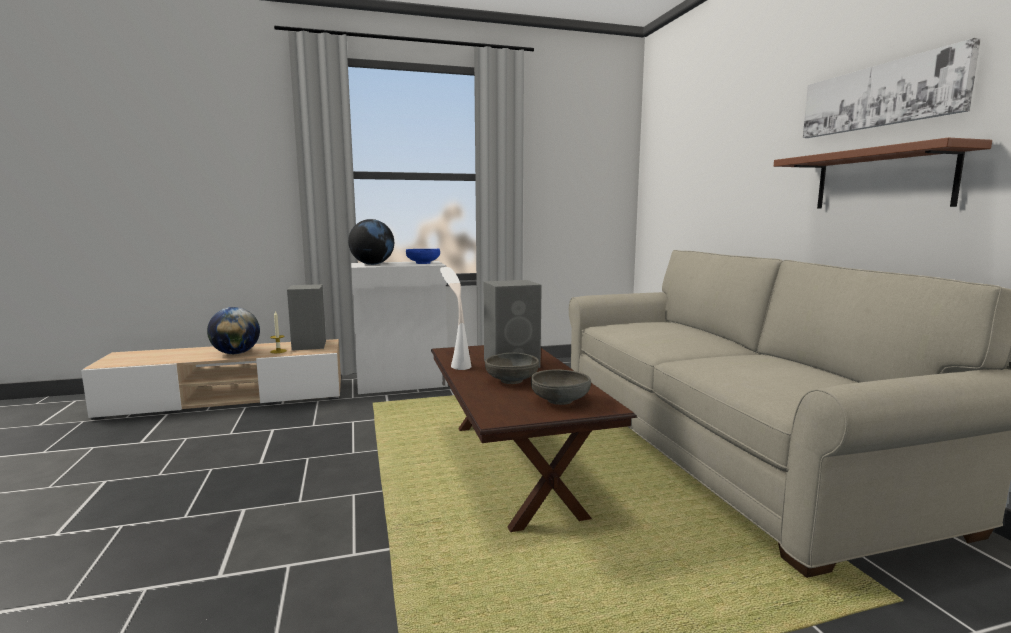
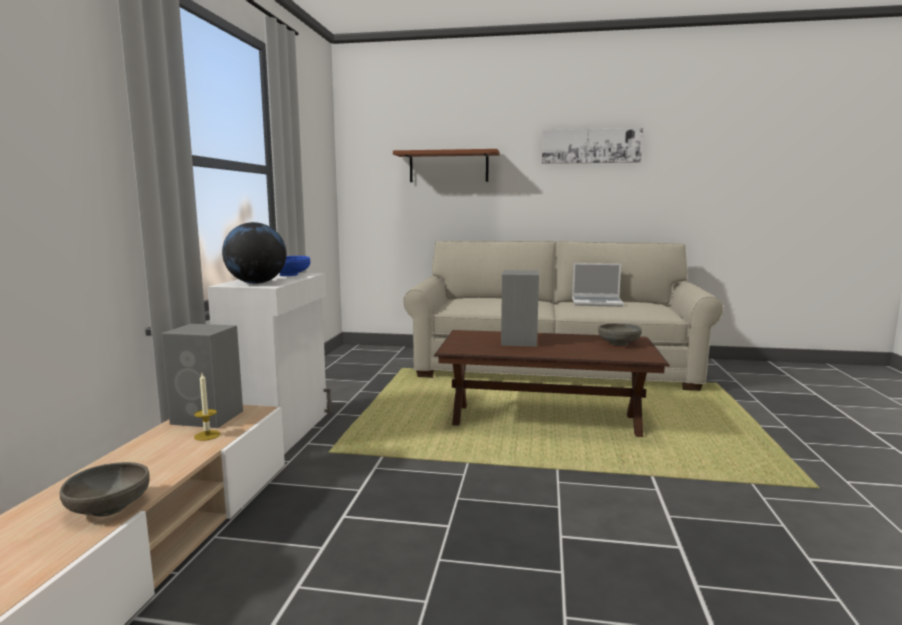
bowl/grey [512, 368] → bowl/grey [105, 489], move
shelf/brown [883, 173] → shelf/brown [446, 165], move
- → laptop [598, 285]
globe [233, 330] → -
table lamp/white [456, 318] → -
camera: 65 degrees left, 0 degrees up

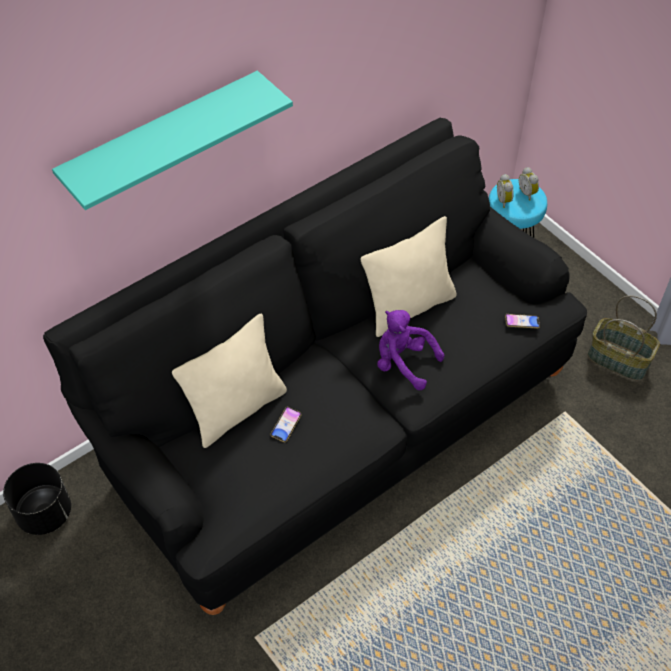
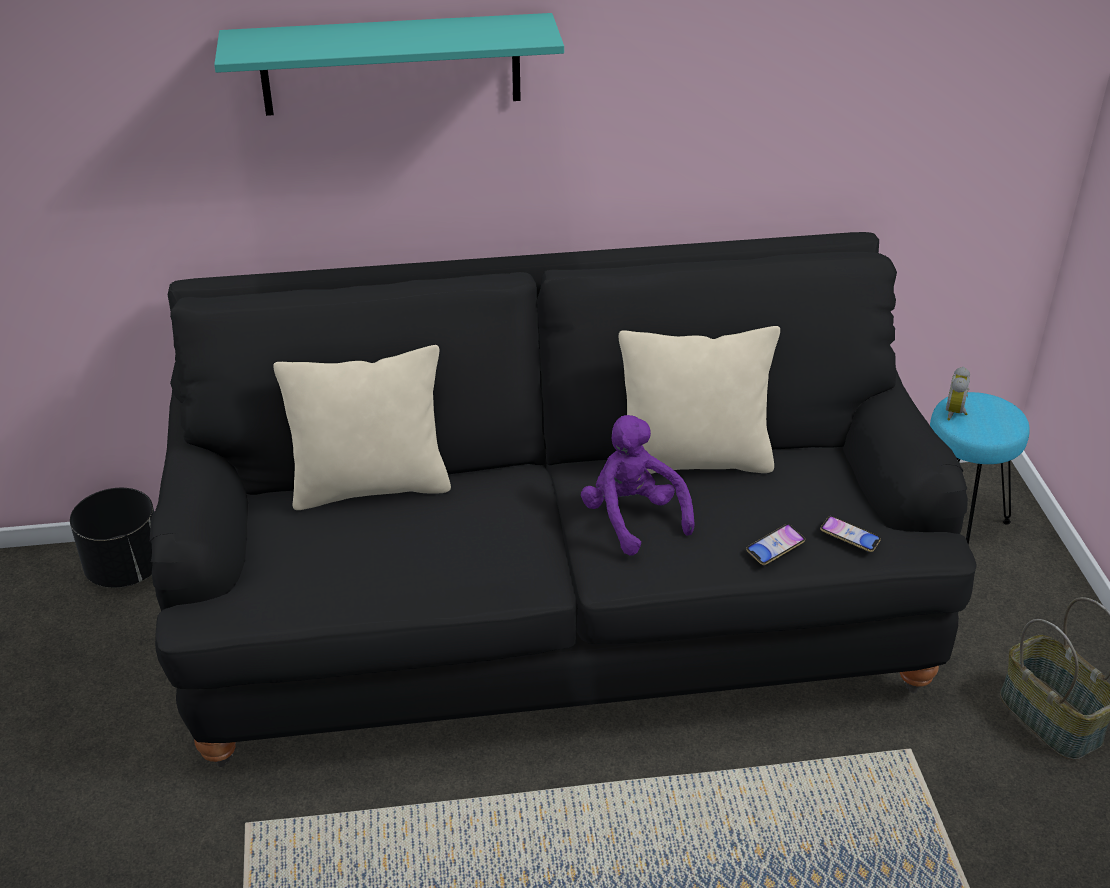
phone [286, 424] → phone [775, 544], move
alarm clock [529, 184] → -
camera: 30 degrees right, 15 degrees down

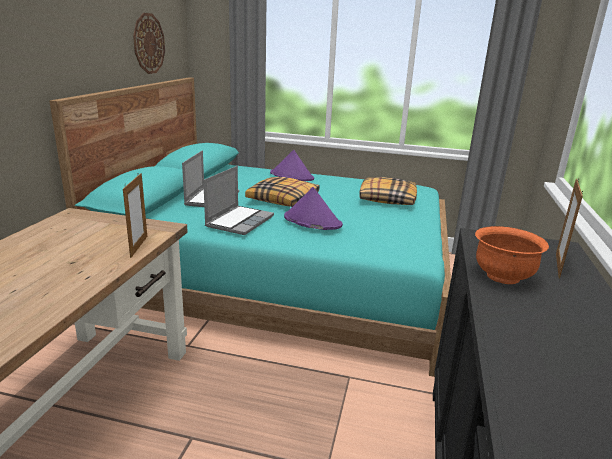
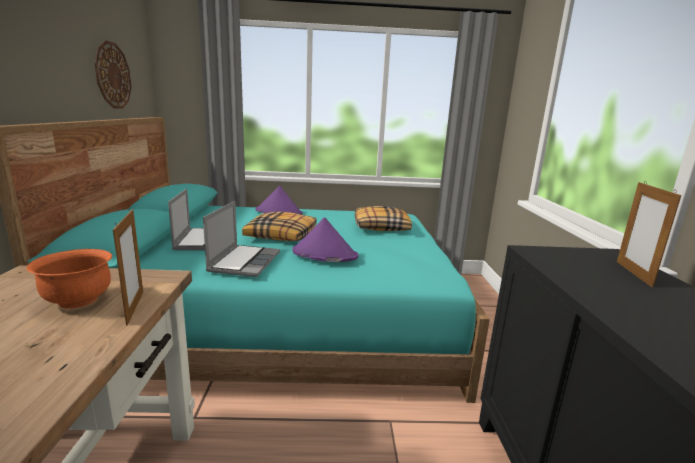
bowl/orange [512, 255] → bowl/orange [69, 279], move
camera: 15 degrees left, 5 degrees down

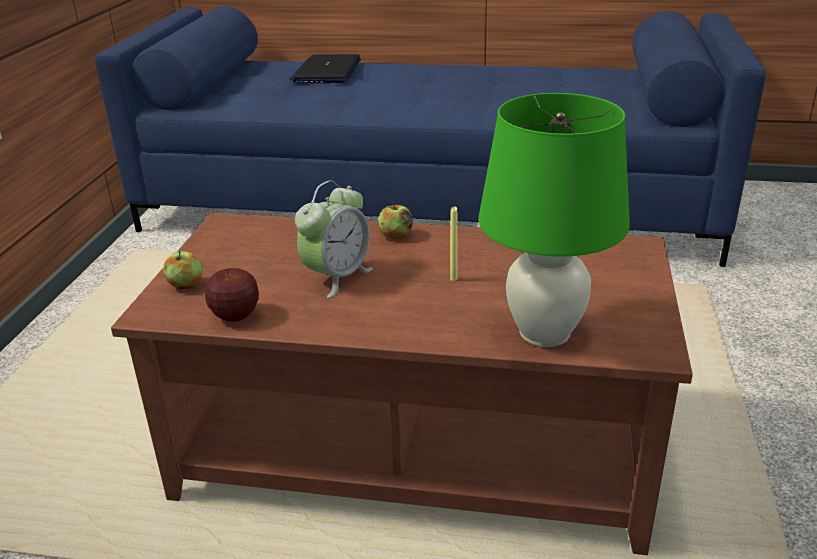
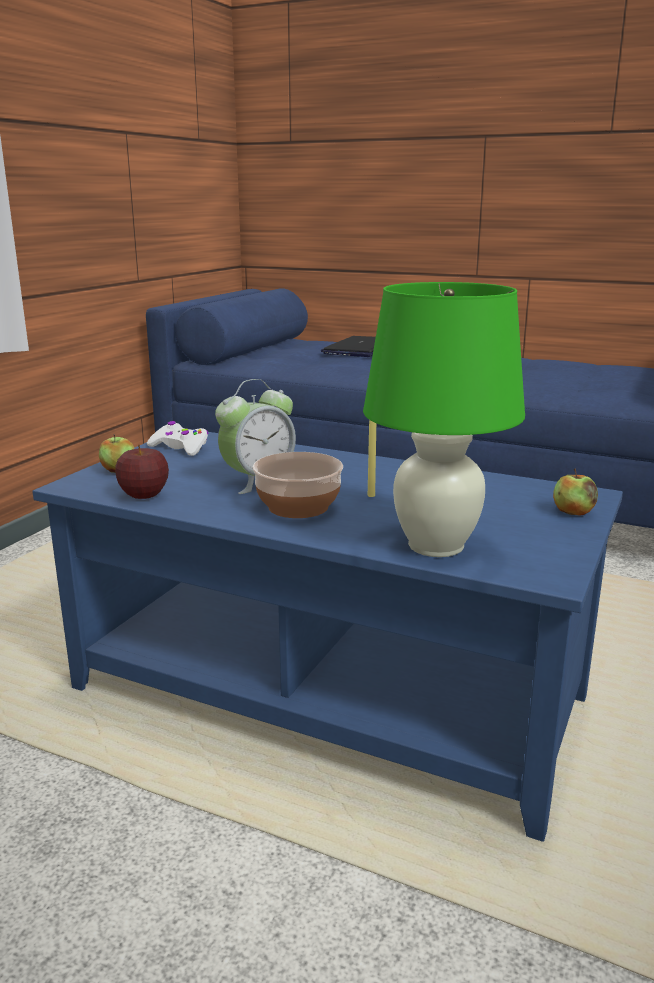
coffee table/brown [402, 384] → coffee table/blue [327, 635]
- → game controller/white [178, 438]
- → bowl [297, 485]
apple [395, 220] → apple [575, 492], move
camera: 15 degrees right, 10 degrees down

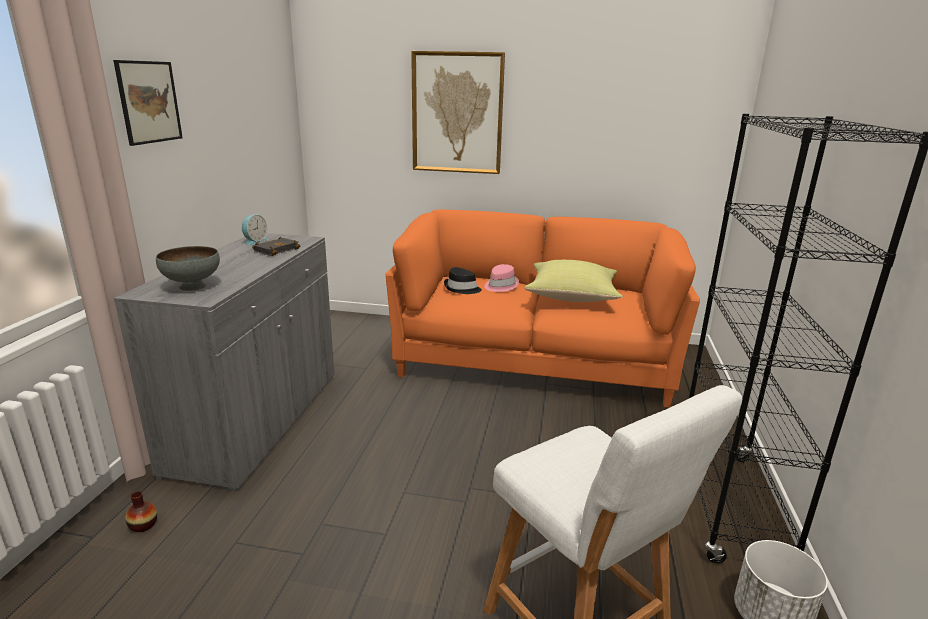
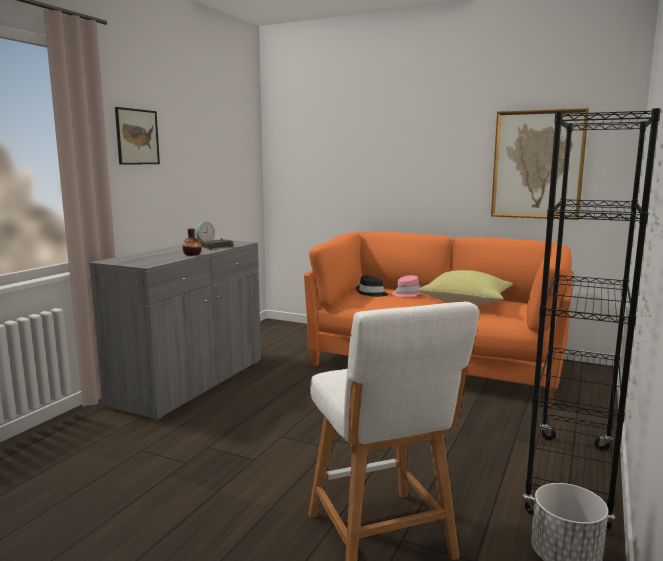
vase [141, 511] → vase [192, 242], move
picture [458, 112] → picture [540, 164], move
bowl/grey [188, 268] → -
camera: 15 degrees right, 10 degrees down

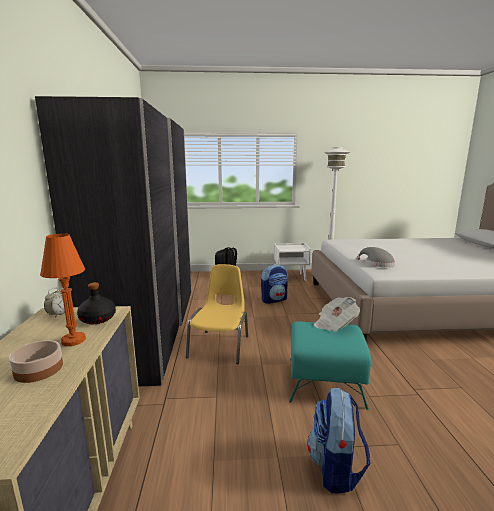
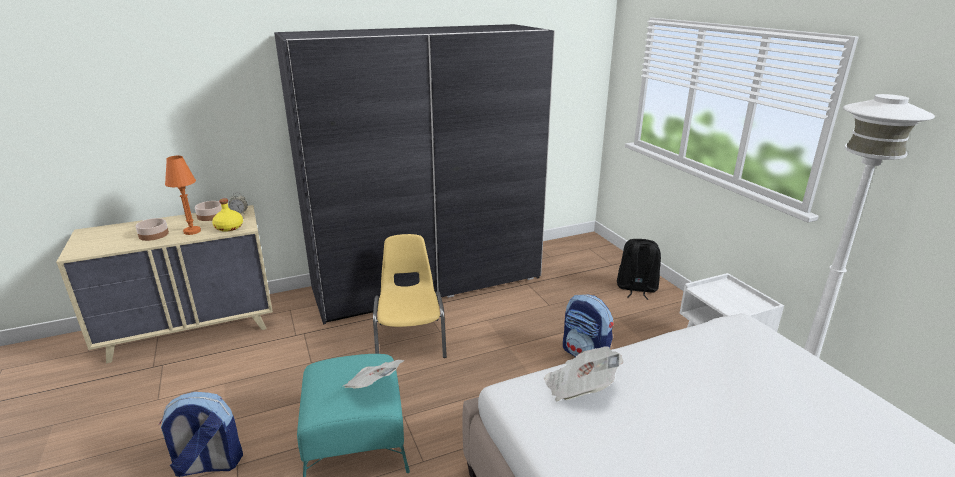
- → bowl [208, 211]
bottle/black [96, 303] → bottle/yellow [227, 215]
chair/yellow [217, 314] → chair/yellow [410, 296], 90 degrees counterclockwise
hat/grey [376, 257] → newspaper [583, 374]
camera: 70 degrees right, 10 degrees up

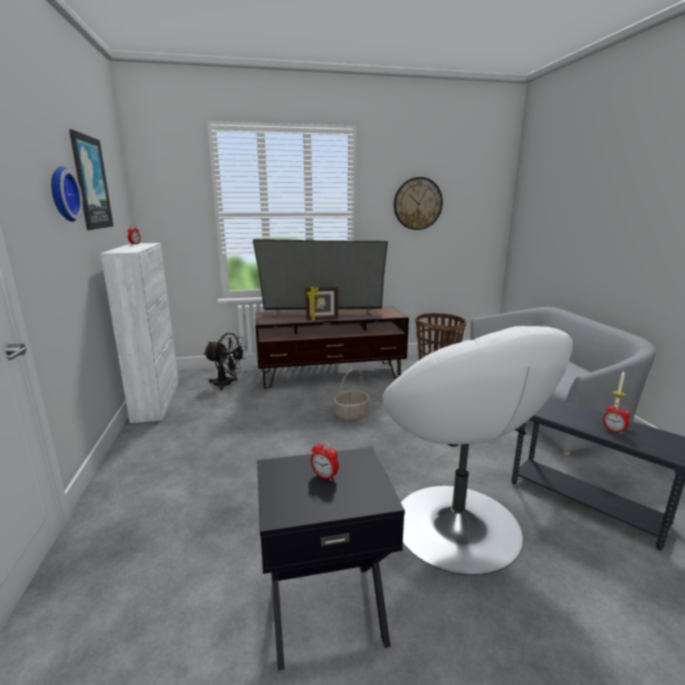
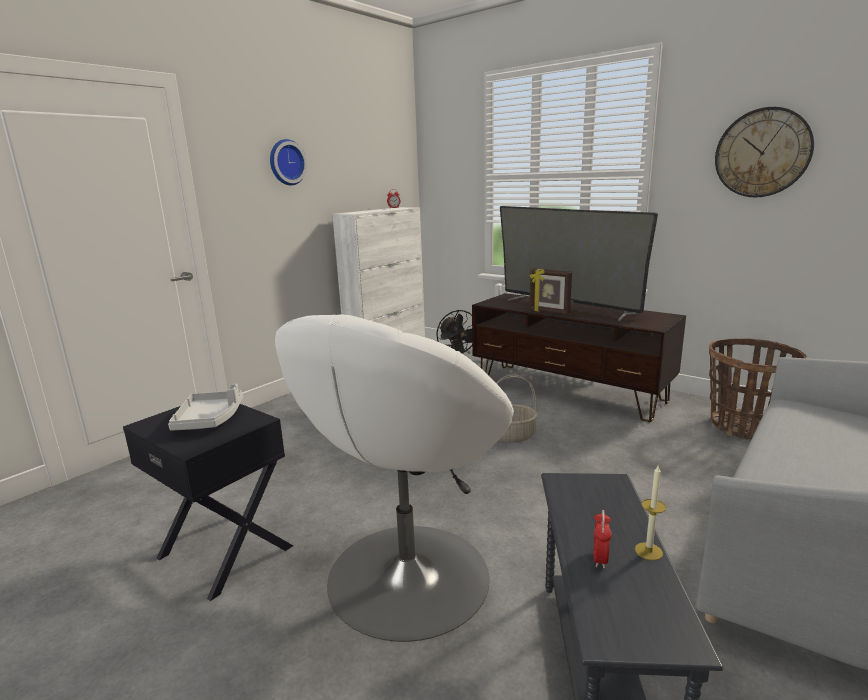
alarm clock [325, 461] → tray/grey [205, 407]
picture [91, 179] → -
camera: 50 degrees right, 0 degrees up

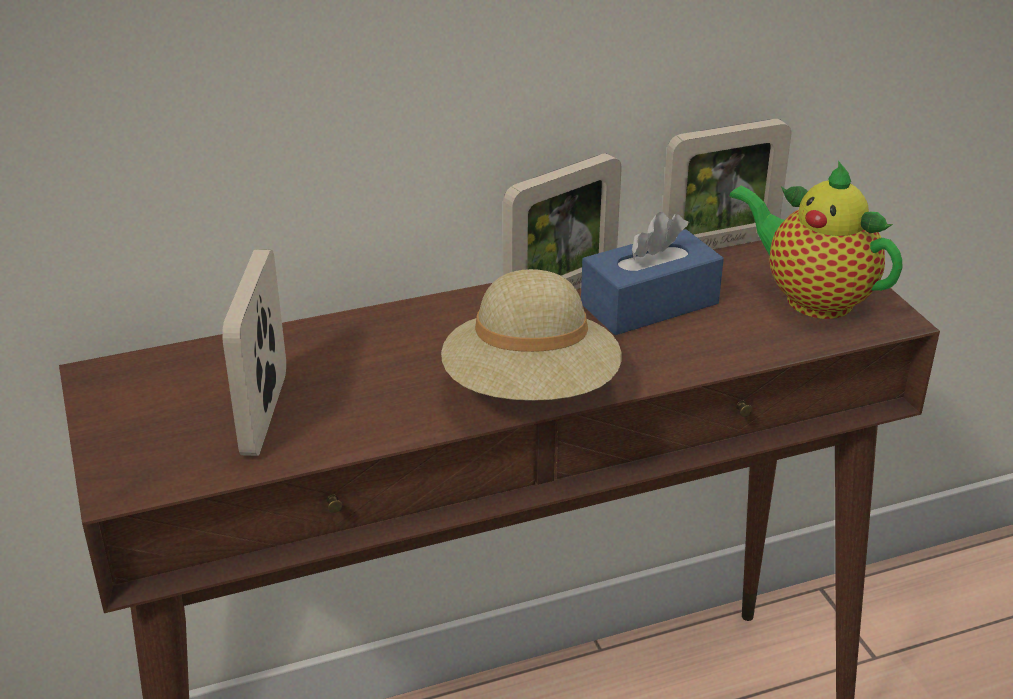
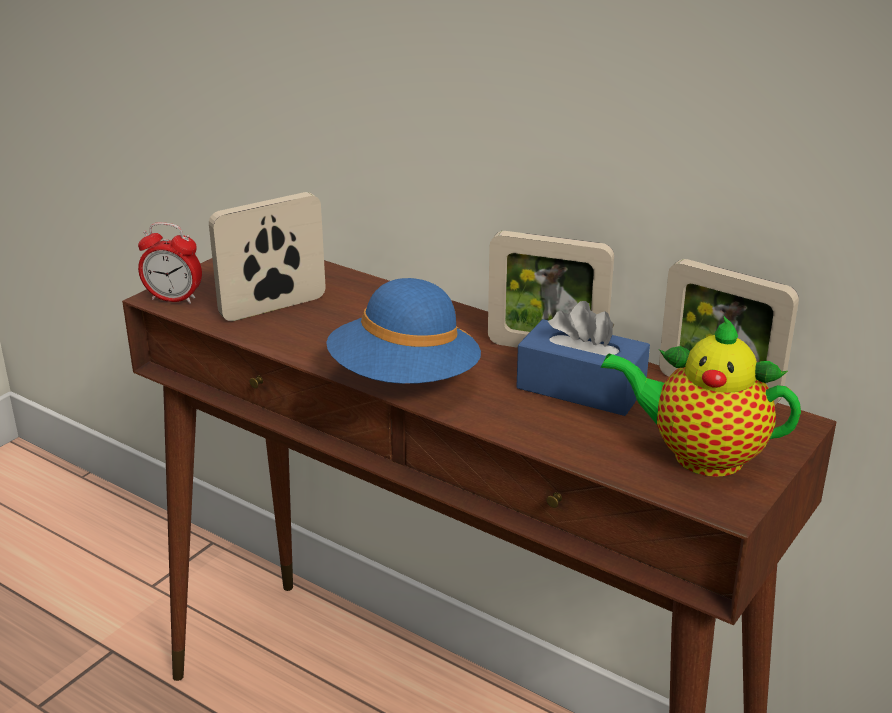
- → alarm clock [170, 263]
hat/beige [531, 335] → hat/blue [403, 331]
teapot [815, 240] → teapot [701, 396], 75 degrees counterclockwise
camera: 55 degrees right, 5 degrees down

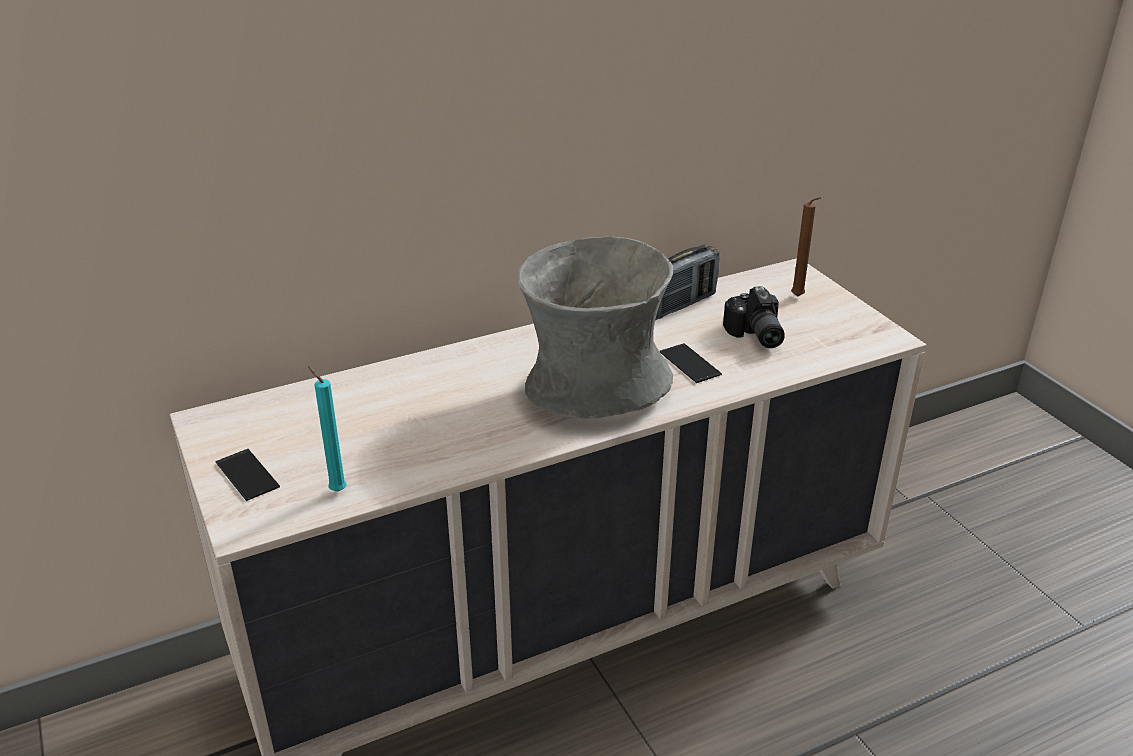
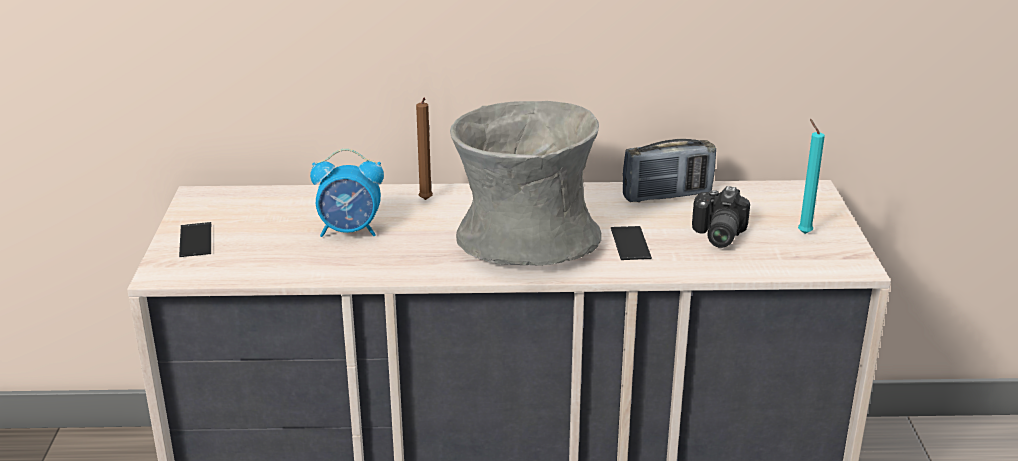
- → alarm clock [347, 193]
candle/brown [806, 247] → candle/brown [424, 149], move
candle/turquoise [327, 429] → candle/turquoise [811, 176], move
camera: 25 degrees right, 5 degrees down

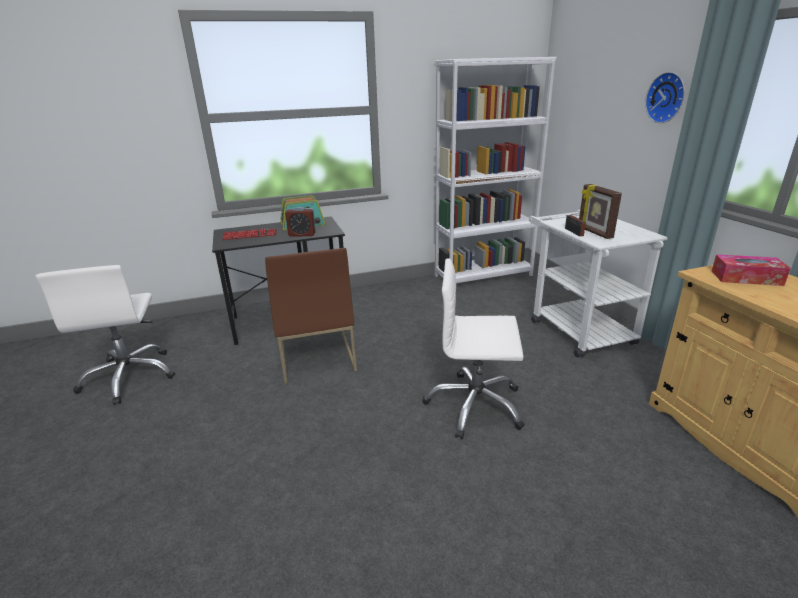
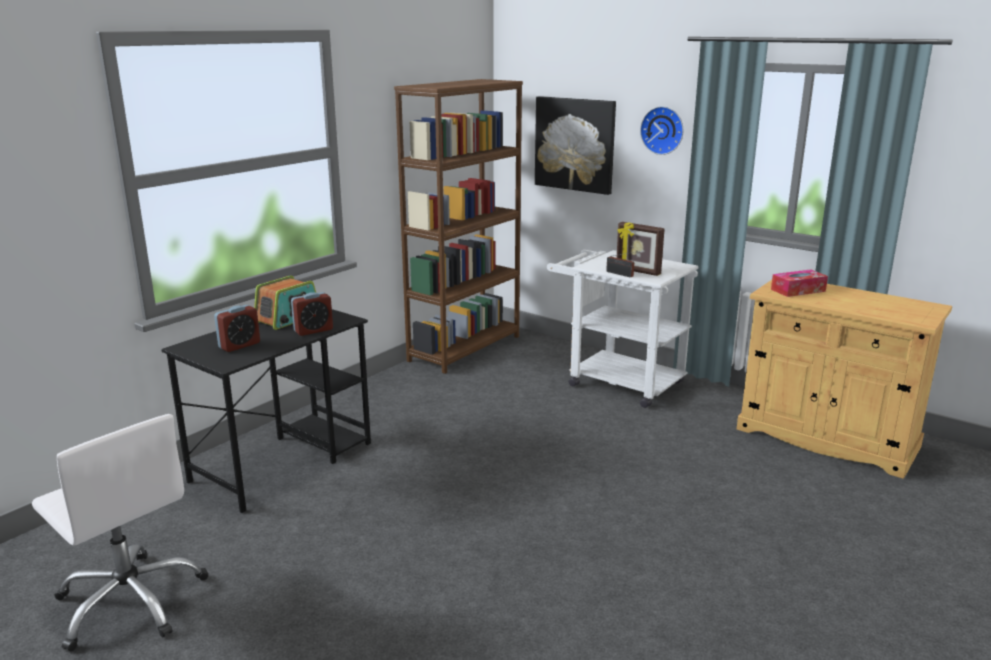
keyboard [249, 234] → alarm clock [237, 328]
bookcase/white [496, 170] → bookcase/brown [458, 226]
- → picture [575, 145]
chair/brown [311, 316] → -
office chair/white [473, 348] → -
camera: 35 degrees left, 5 degrees down

